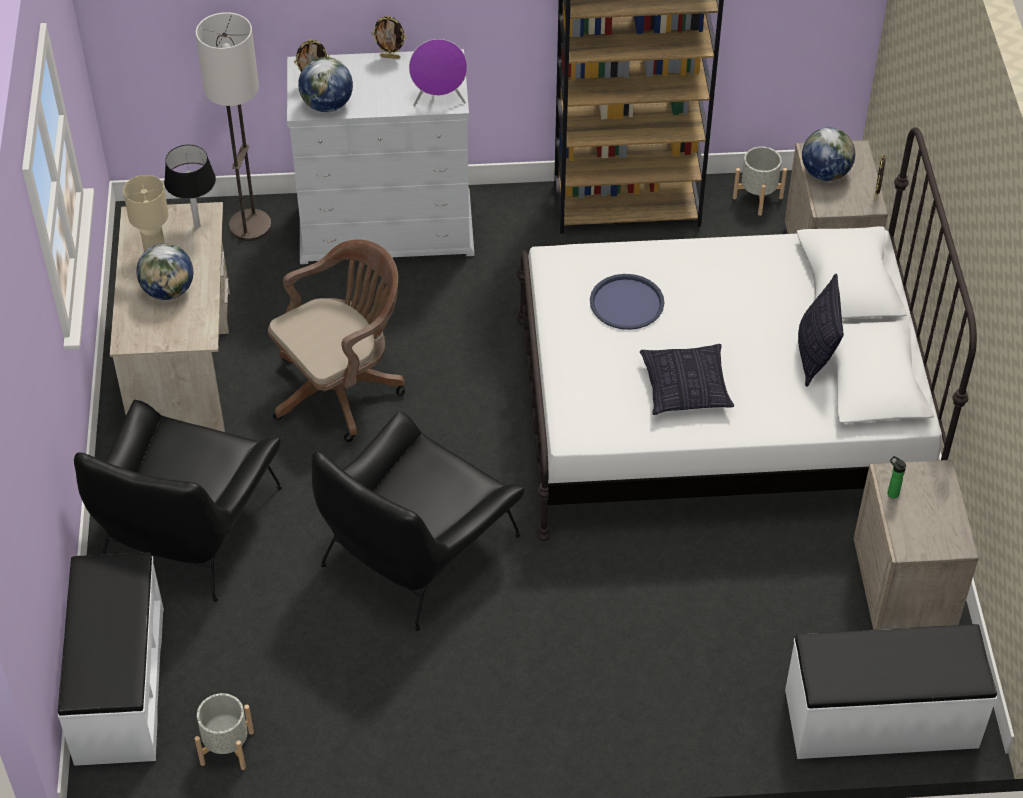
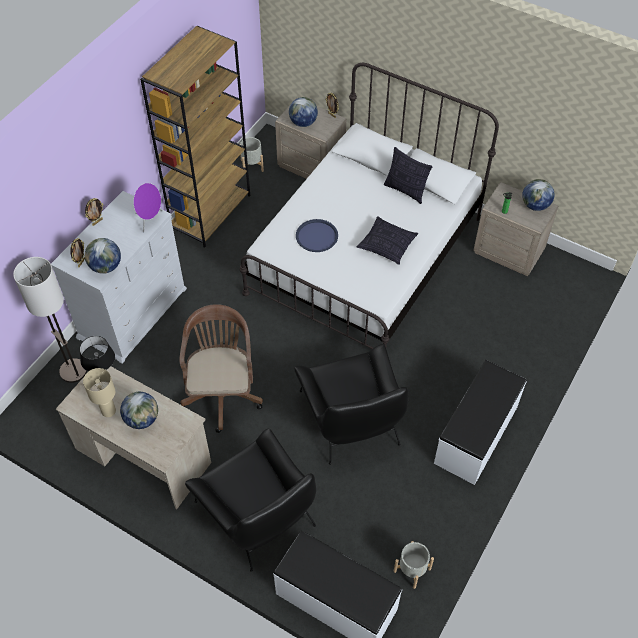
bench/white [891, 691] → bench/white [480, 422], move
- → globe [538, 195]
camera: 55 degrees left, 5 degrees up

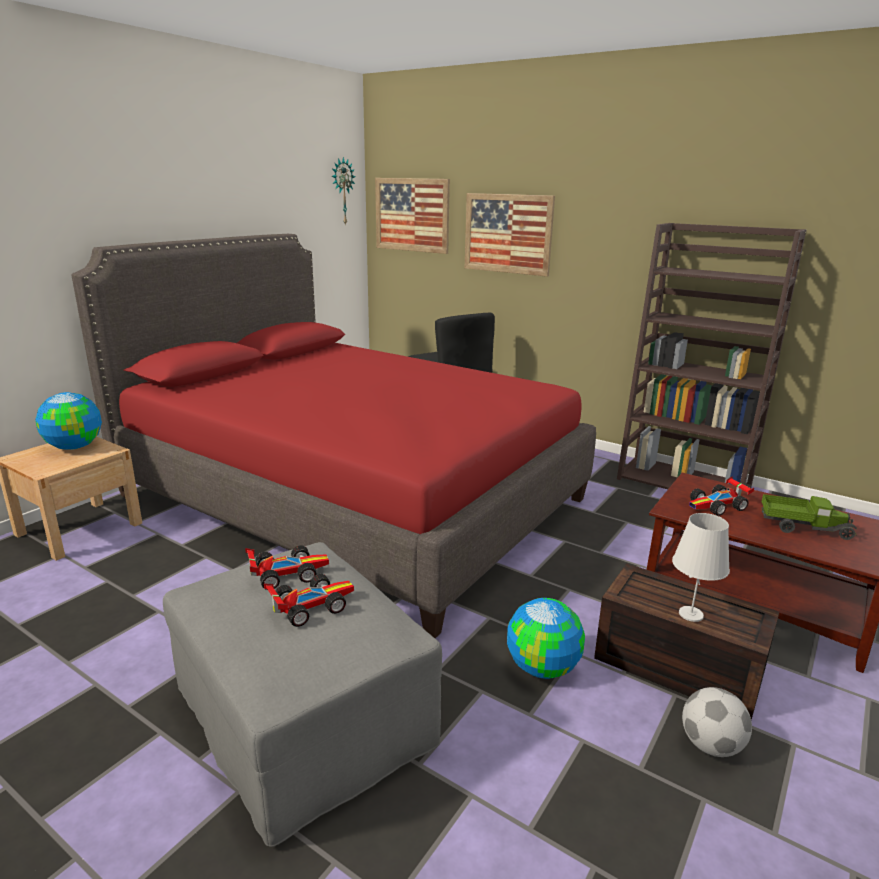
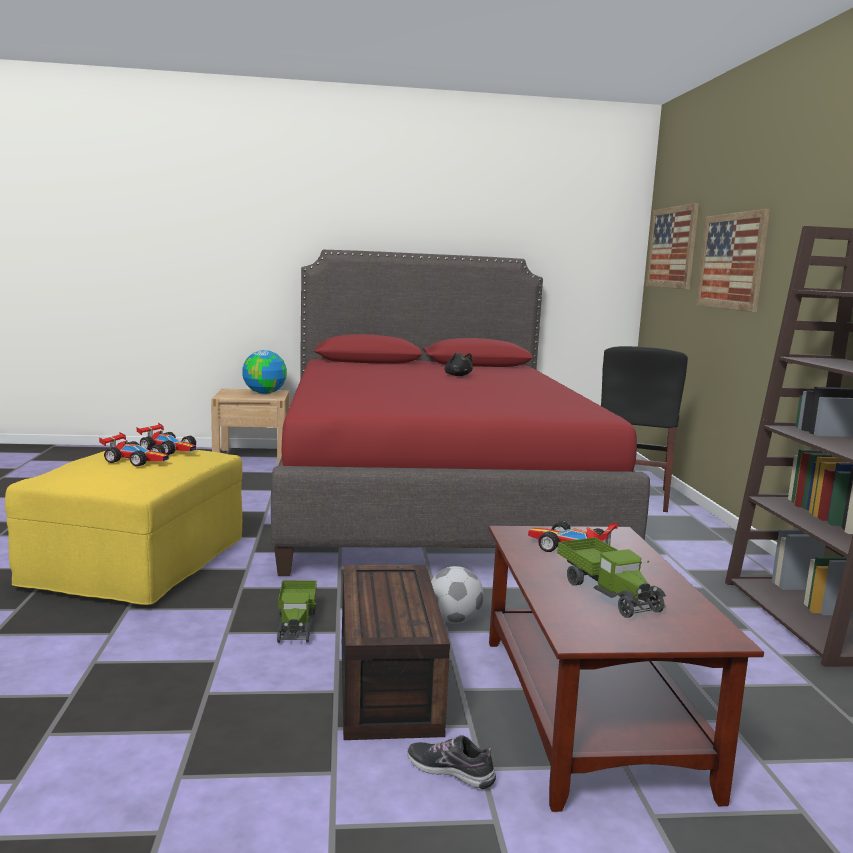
ottoman/grey [302, 694] → ottoman/yellow [123, 527]
globe [546, 638] → toy truck [296, 612]
- → shoe [451, 762]
football [717, 722] → football [457, 595], move
- → plush toy/black [459, 364]
wall clock [343, 191] → -
table lamp/white [701, 567] → -
camera: 50 degrees right, 10 degrees down

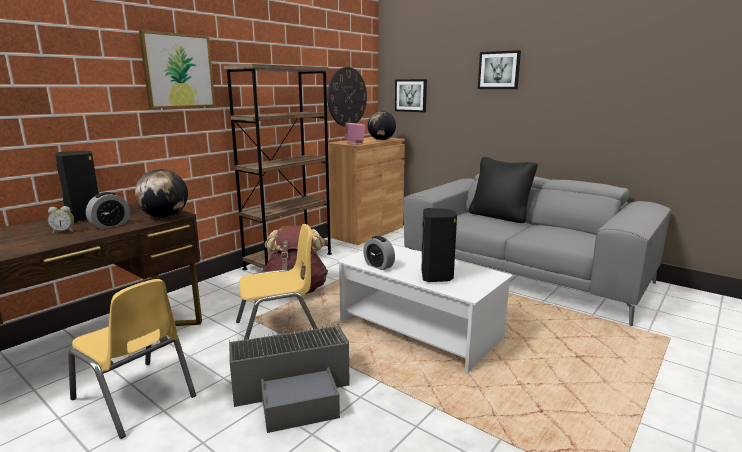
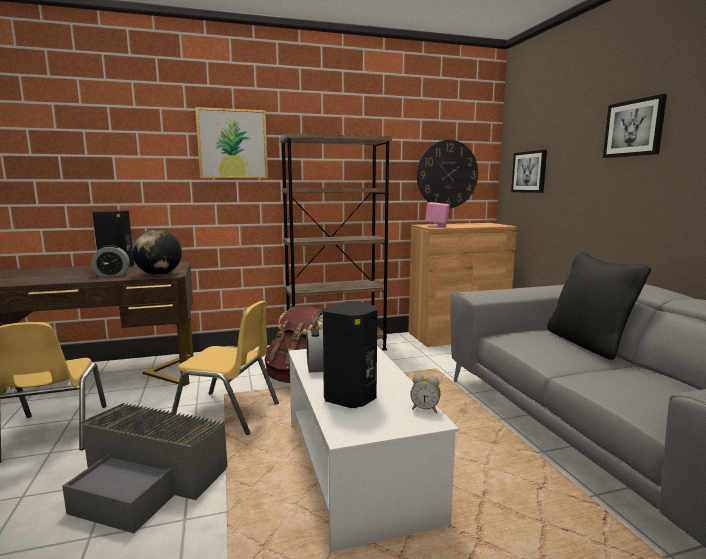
alarm clock [61, 220] → alarm clock [425, 393], move
globe [381, 125] → -
camera: 35 degrees right, 5 degrees down

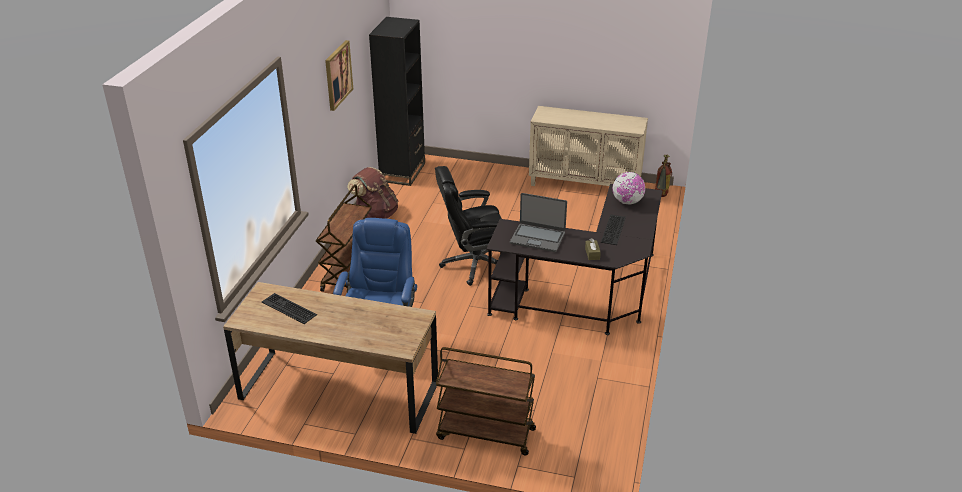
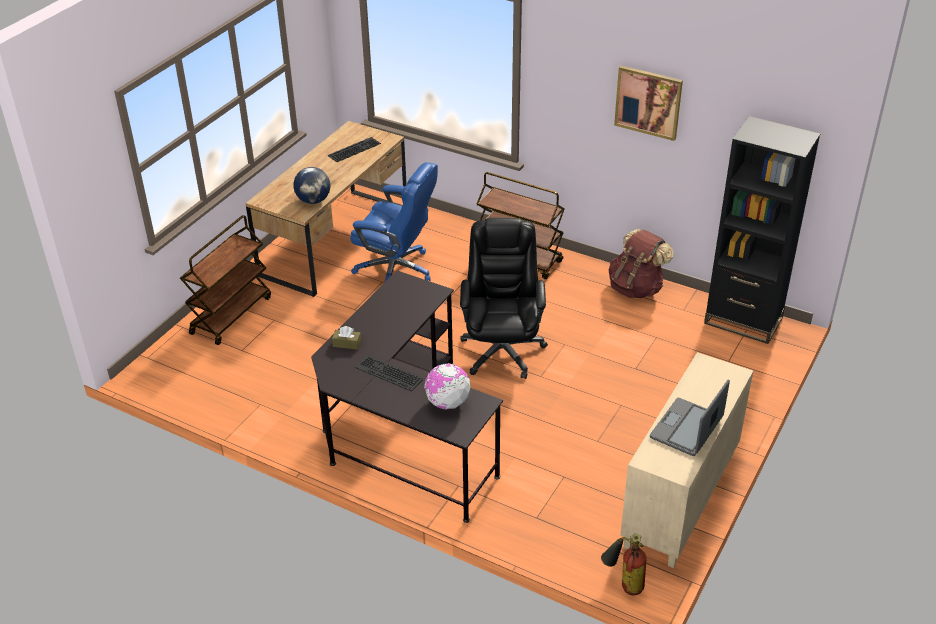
- → globe [311, 185]
laptop [538, 222] → laptop [690, 417], move
camera: 105 degrees right, 5 degrees up

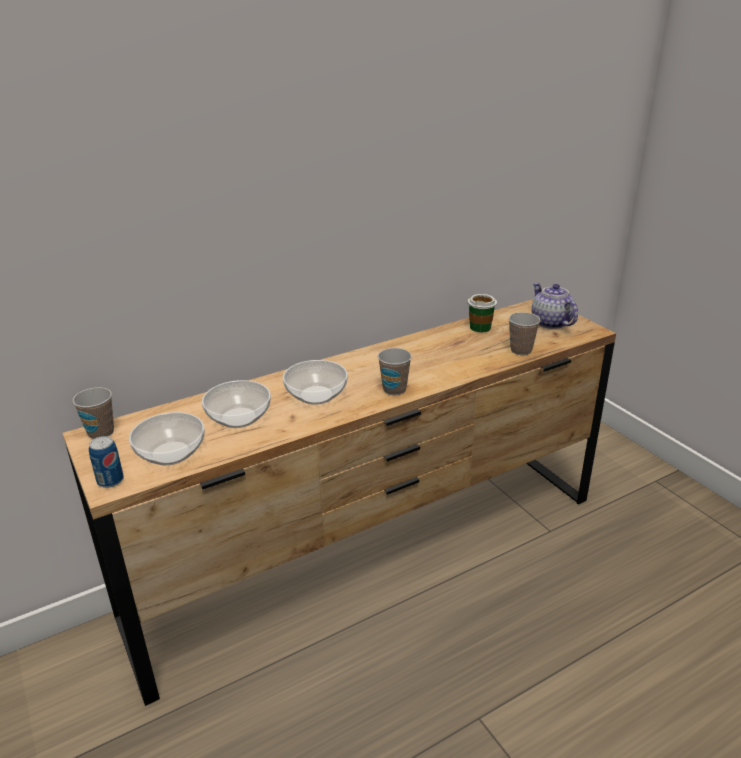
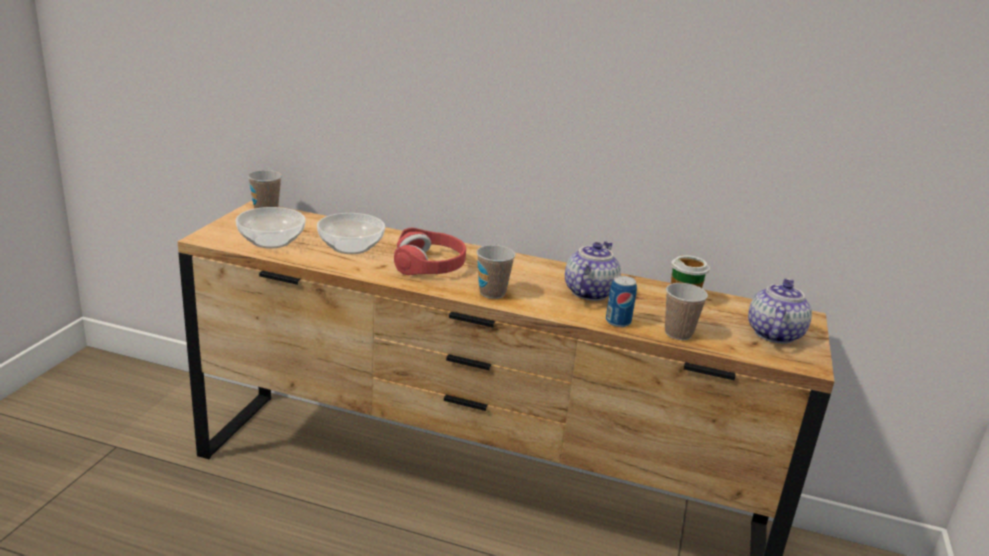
bowl [315, 382] → headphones/red [430, 251]
- → teapot [593, 271]
can [106, 462] → can [621, 301], move
camera: 45 degrees right, 5 degrees down

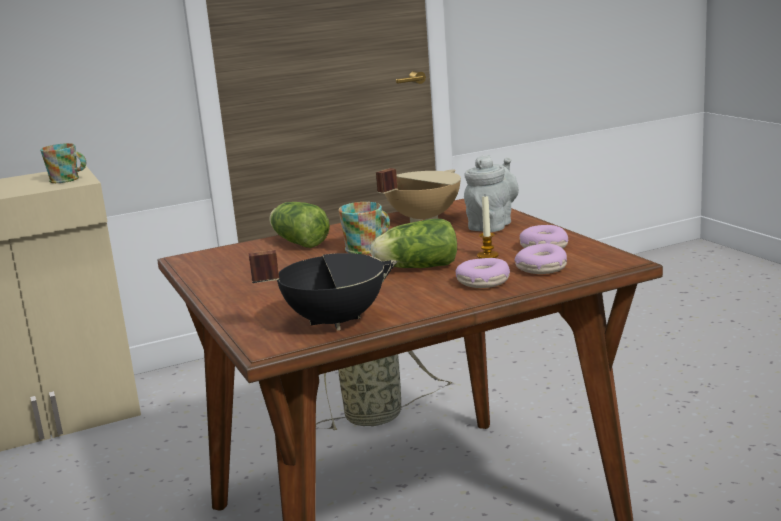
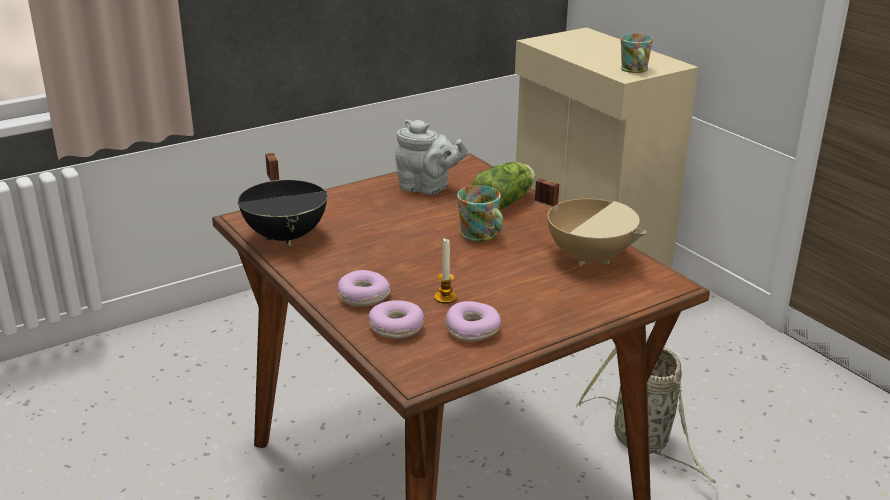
teapot/grey [491, 193] → teapot/grey [431, 157], move
lettuce [413, 243] → -
camera: 80 degrees right, 10 degrees up

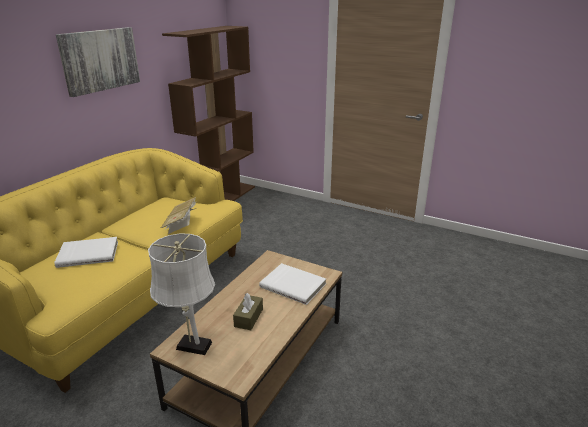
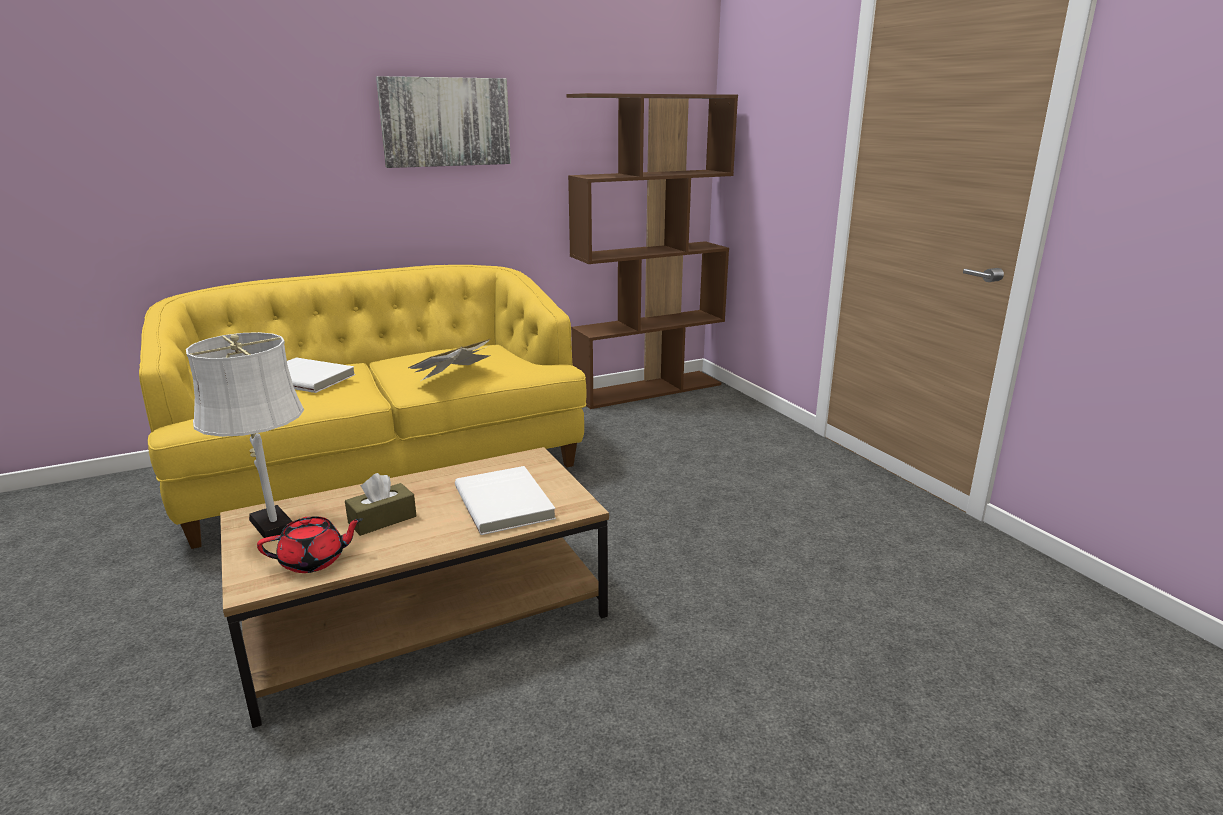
- → teapot/red [310, 544]
camera: 35 degrees right, 5 degrees down

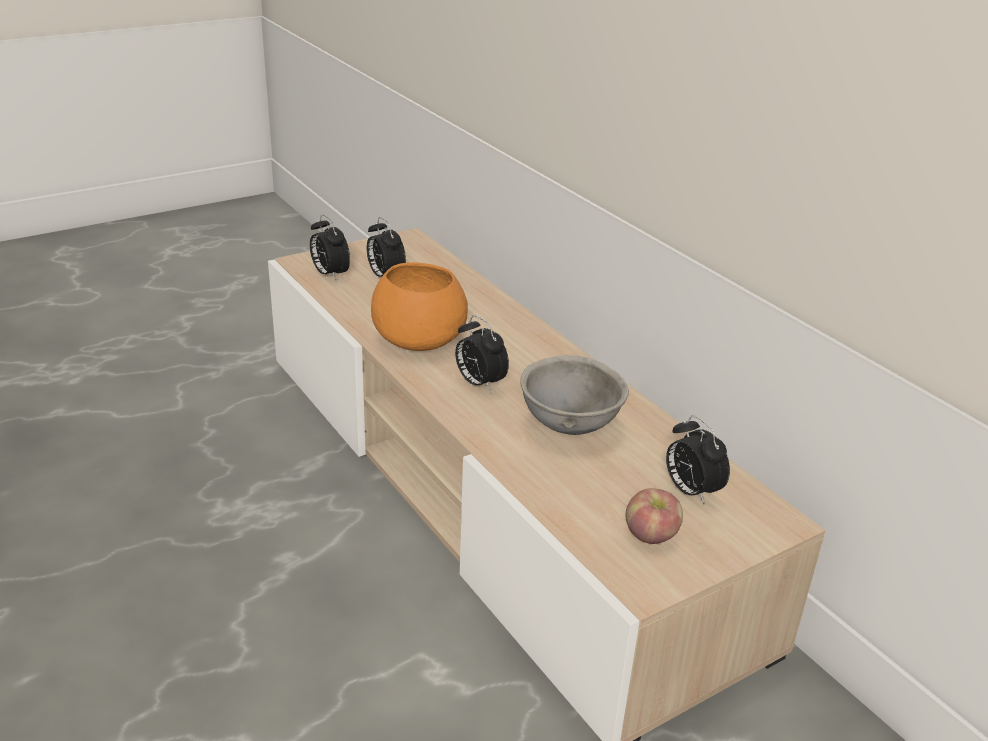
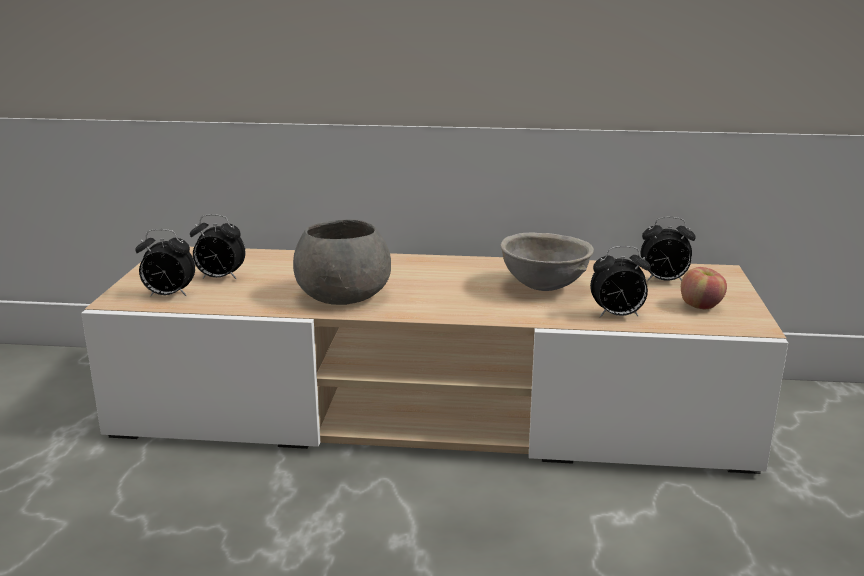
bowl/orange [419, 306] → bowl/grey [342, 262]
alarm clock [482, 354] → alarm clock [620, 281], move
camera: 50 degrees left, 10 degrees down

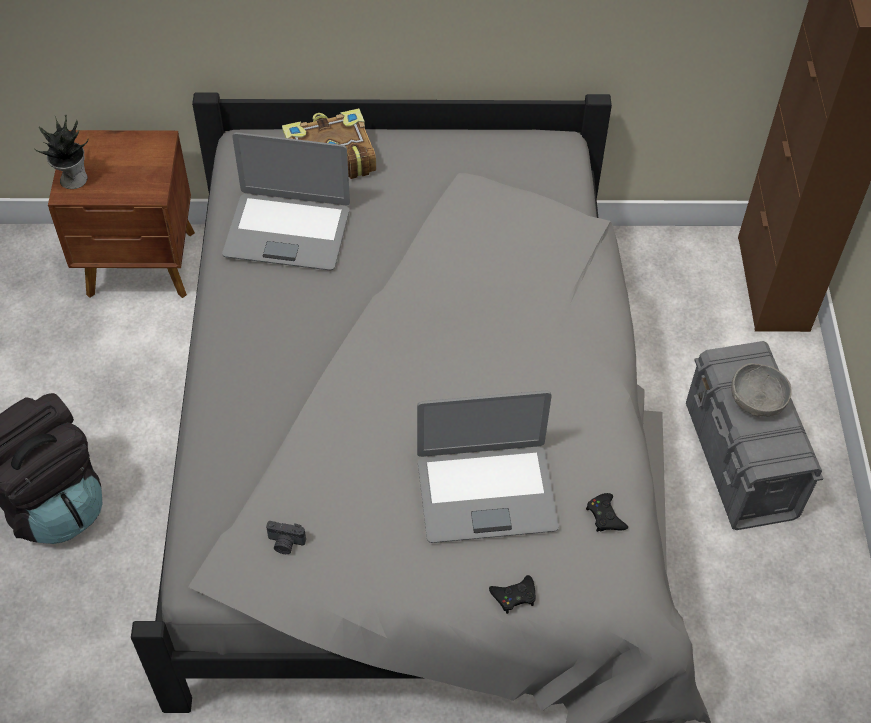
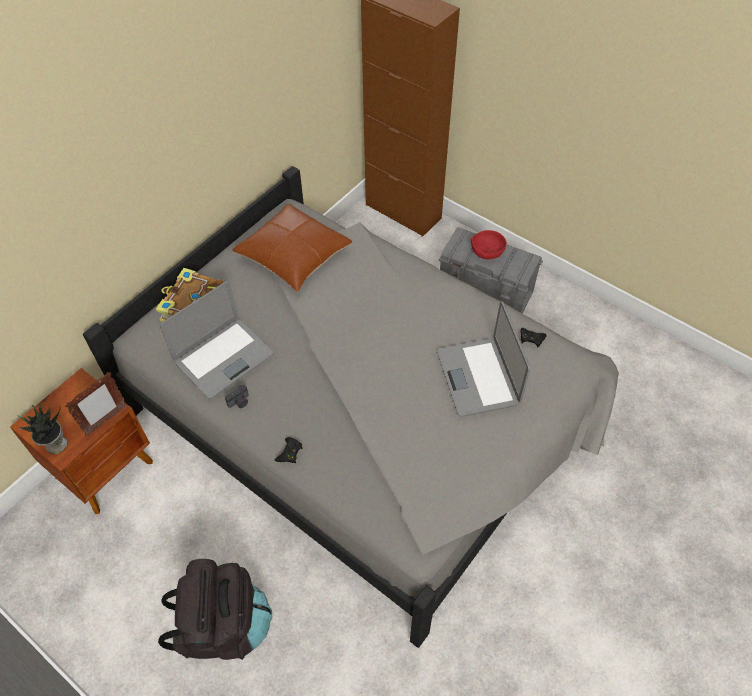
- → picture frame [96, 404]
photo camera [286, 537] → photo camera [237, 396], move
- → pillow/brown [292, 248]
game controller/black [512, 594] → game controller/black [289, 450], move
laptop [488, 467] → laptop [484, 359], 135 degrees clockwise
bowl/grey [761, 390] → bowl/red [489, 244]
camera: 50 degrees left, 0 degrees up

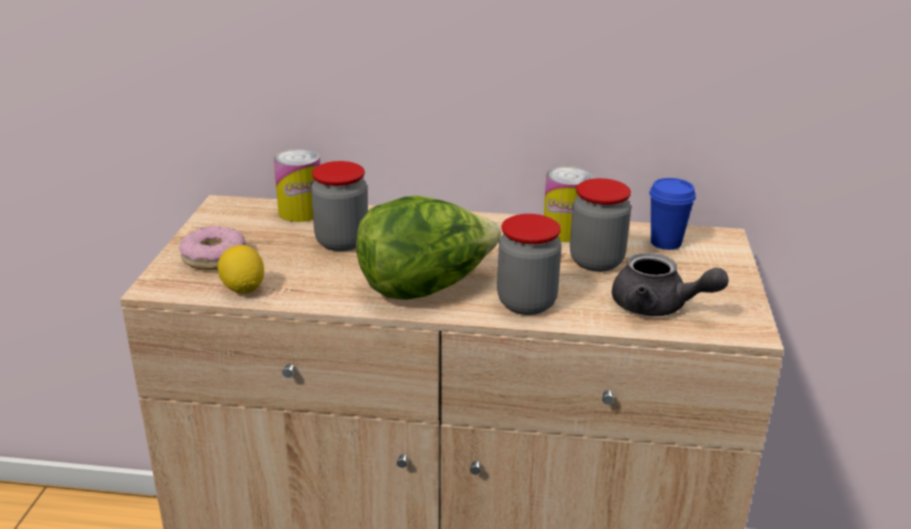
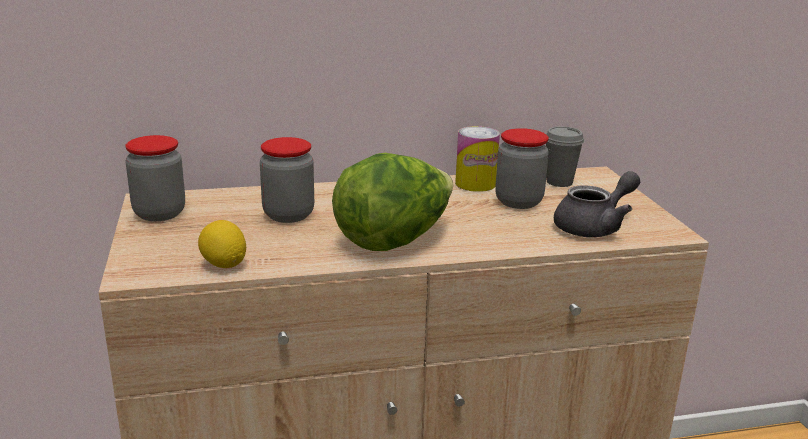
jar [529, 264] → jar [155, 178], move
cup/blue [672, 214] → cup/grey [565, 157]
teapot/grey [670, 284] → teapot/grey [597, 204], 45 degrees counterclockwise
donut [212, 248] → -
can [297, 185] → -
camera: 20 degrees left, 5 degrees down

